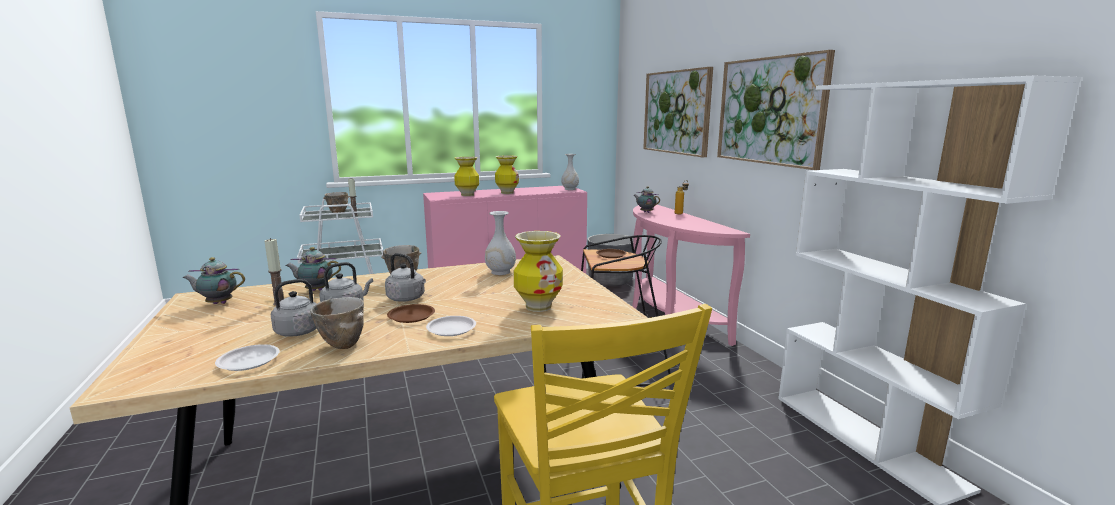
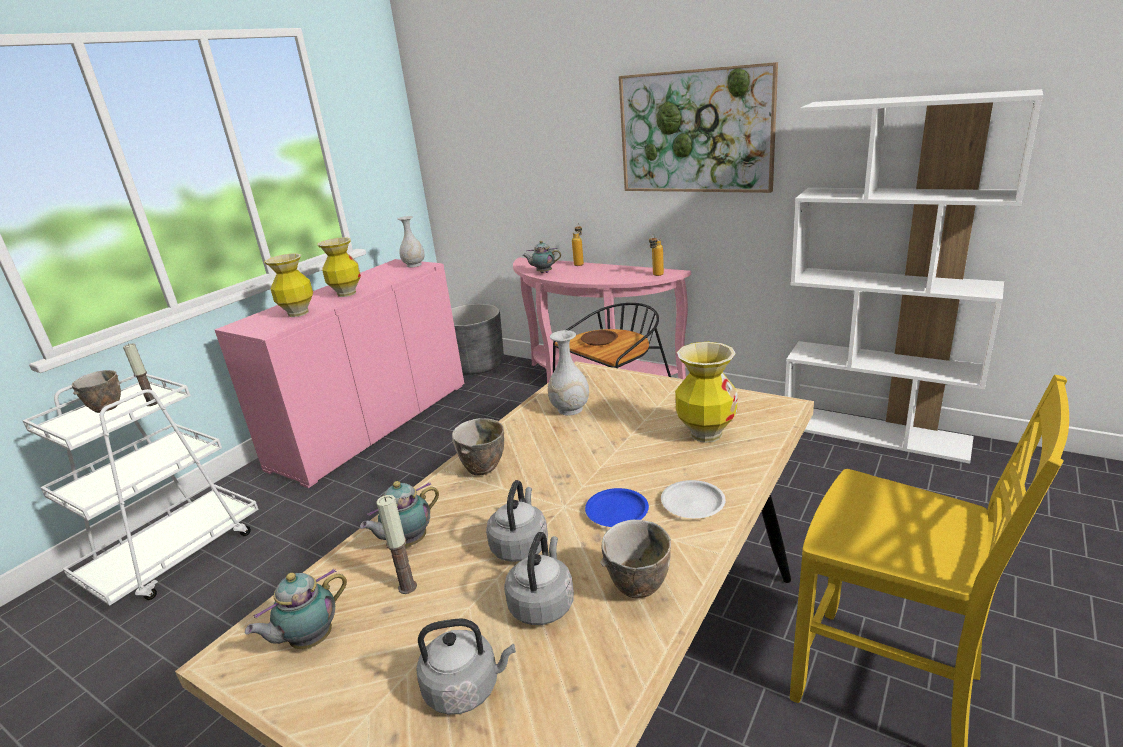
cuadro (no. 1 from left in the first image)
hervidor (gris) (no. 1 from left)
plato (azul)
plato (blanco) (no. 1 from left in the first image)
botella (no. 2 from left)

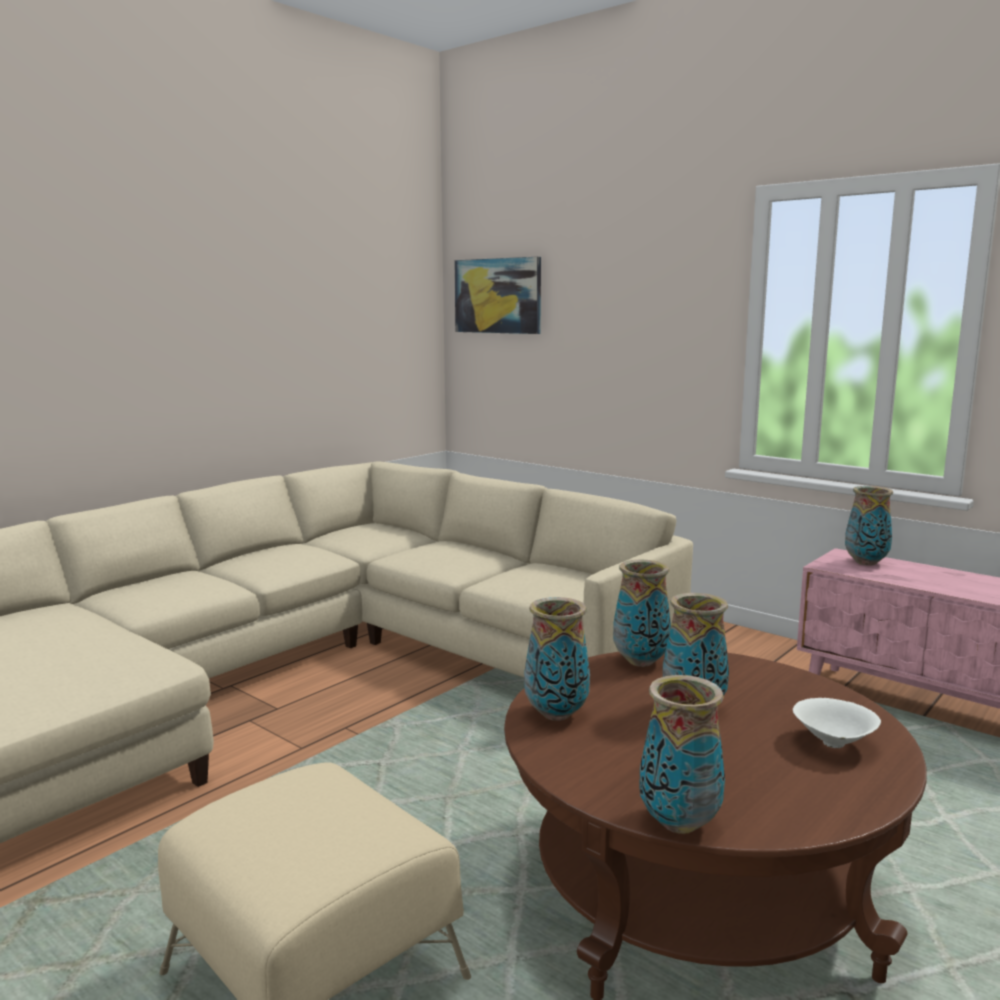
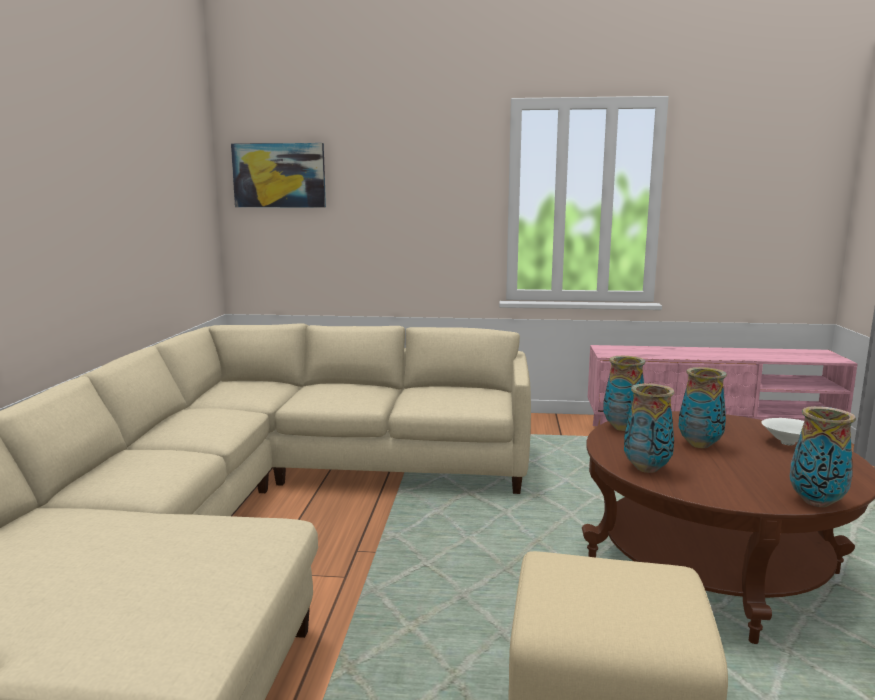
florero (no. 5 from left in the first image)

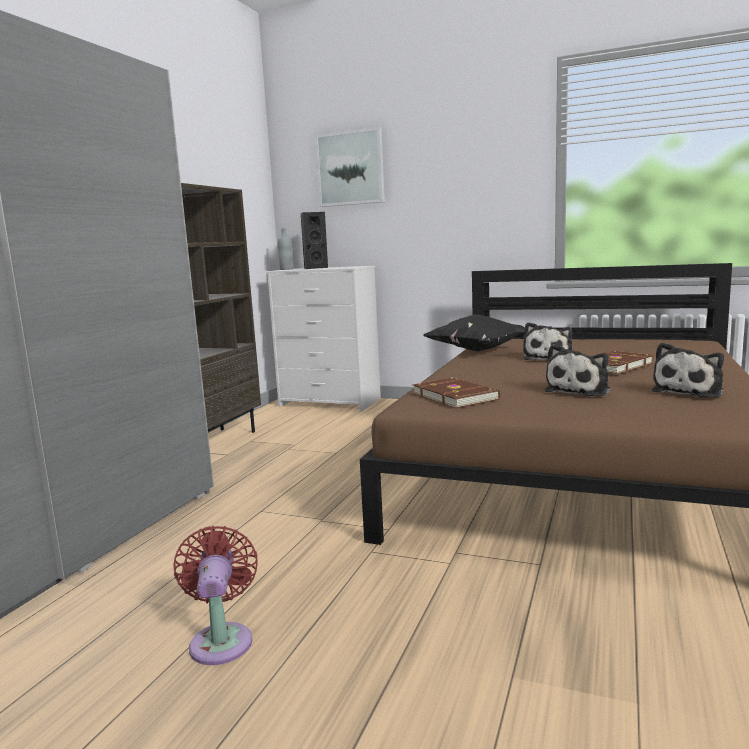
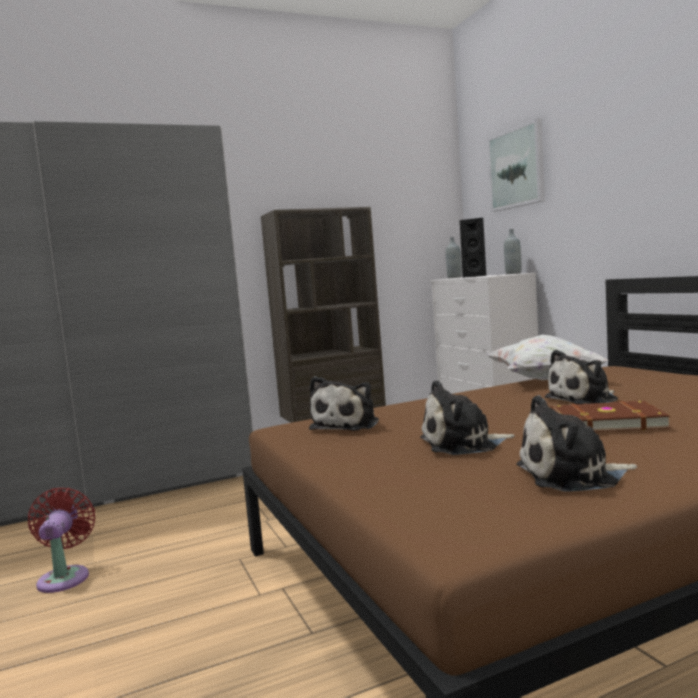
cojín (blanco)
peluche (no. 1 from left)
ventilador (rojo)
botella (gris) (no. 2 from left)

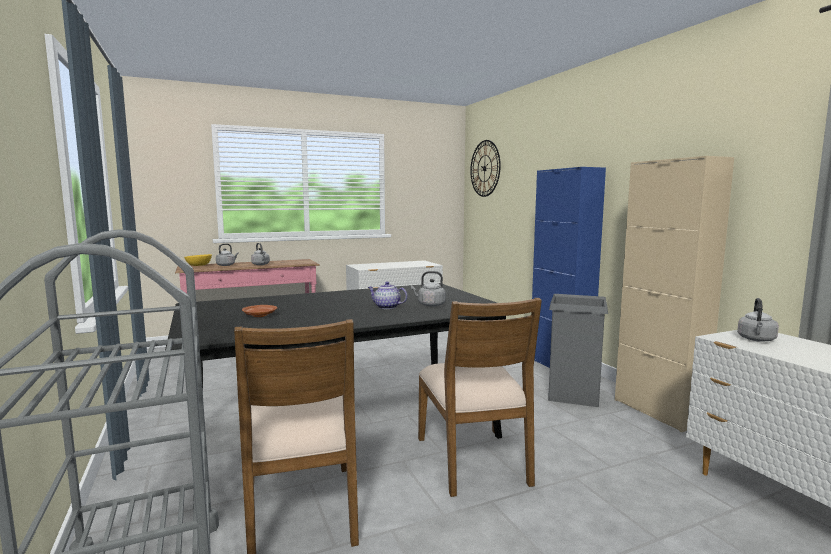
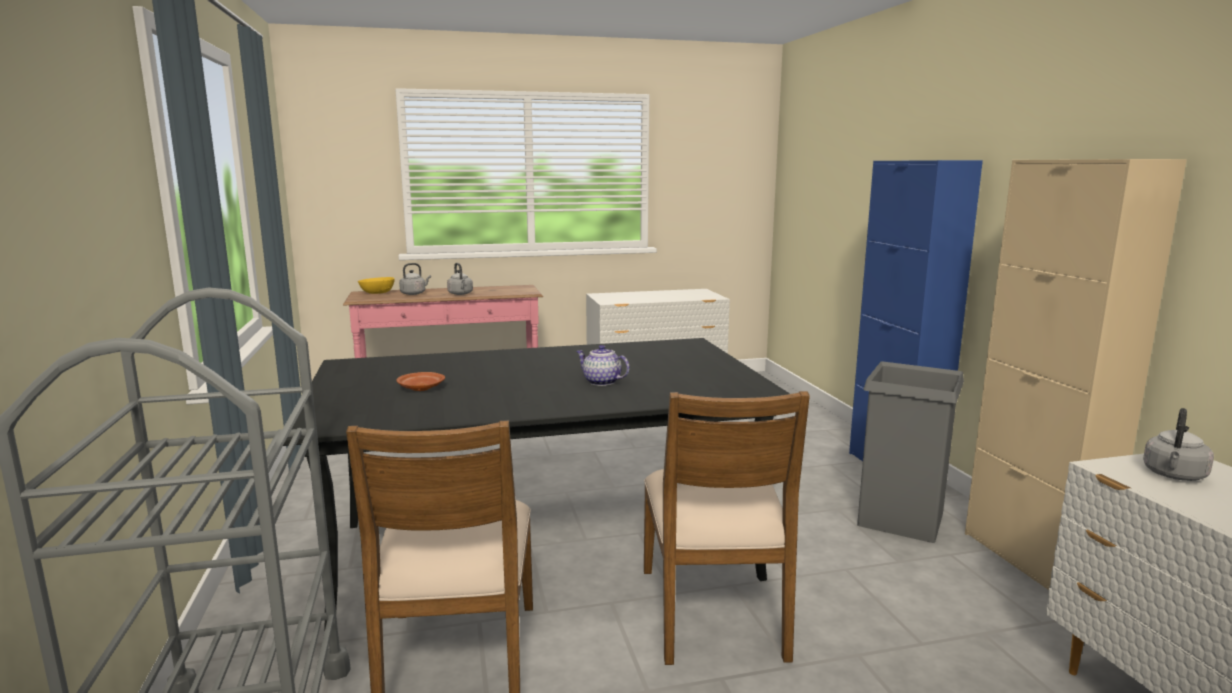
reloj de pared
hervidor (gris) (no. 3 from left in the first image)

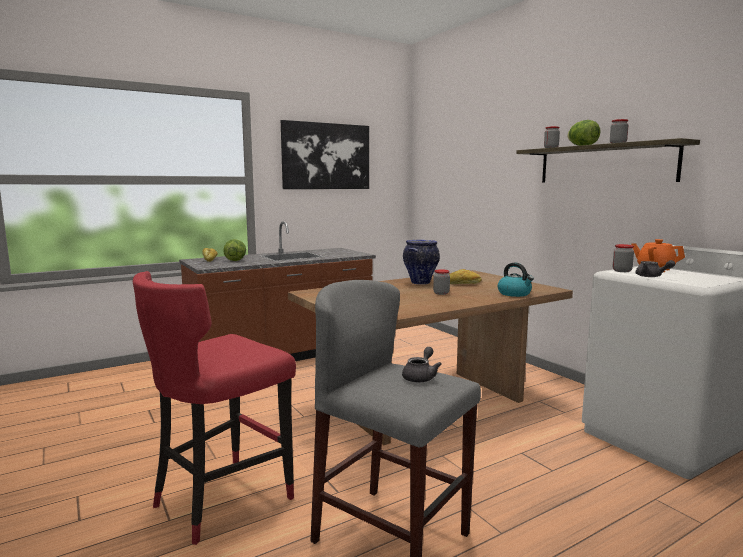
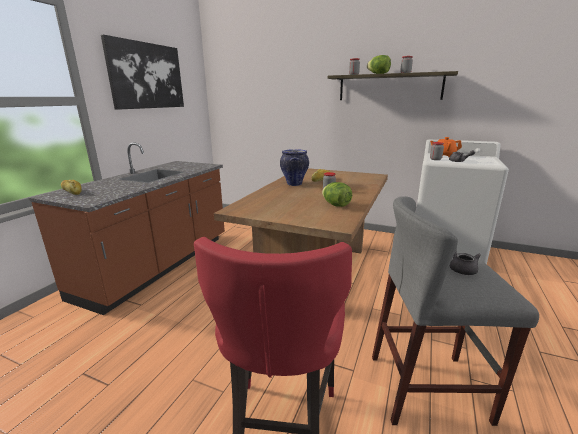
lechuga (no. 1 from left)
hervidor

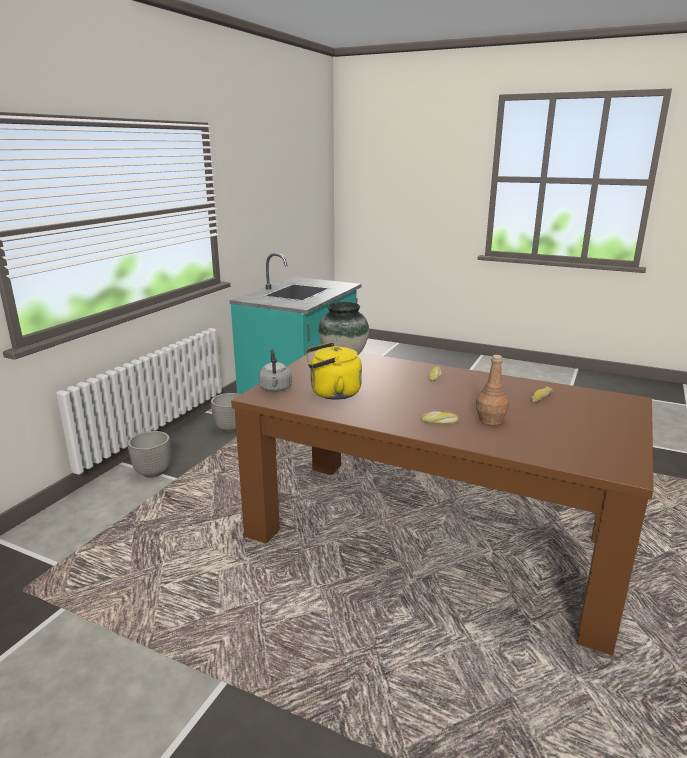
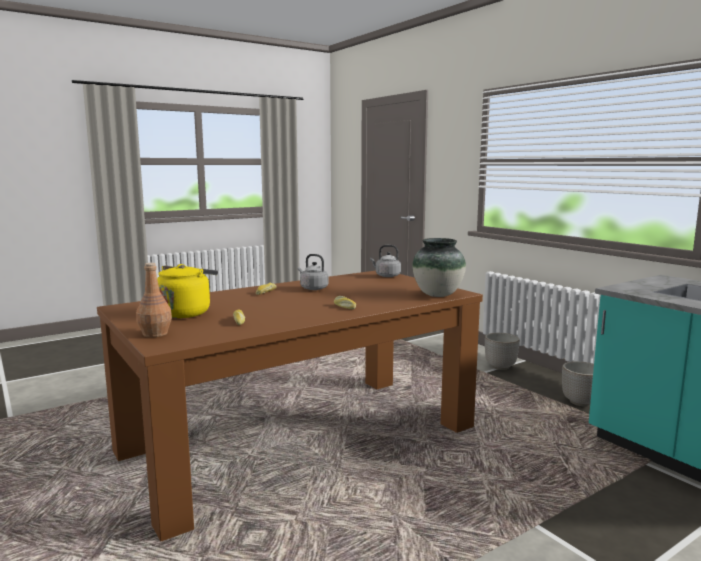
hervidor (amarillo)
botella (marrón)
hervidor (gris) (no. 1 from left)

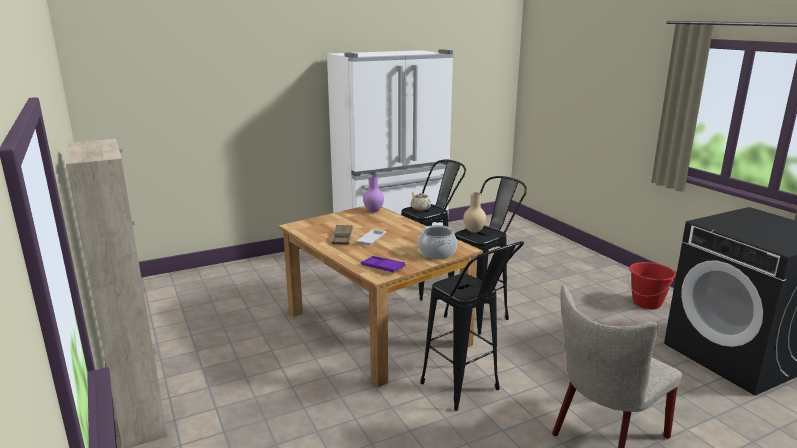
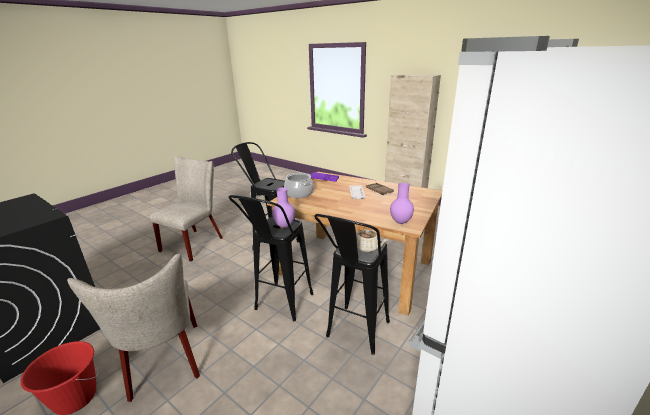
florero (morado) (no. 1 from left)
silla (beis) (no. 1 from left)

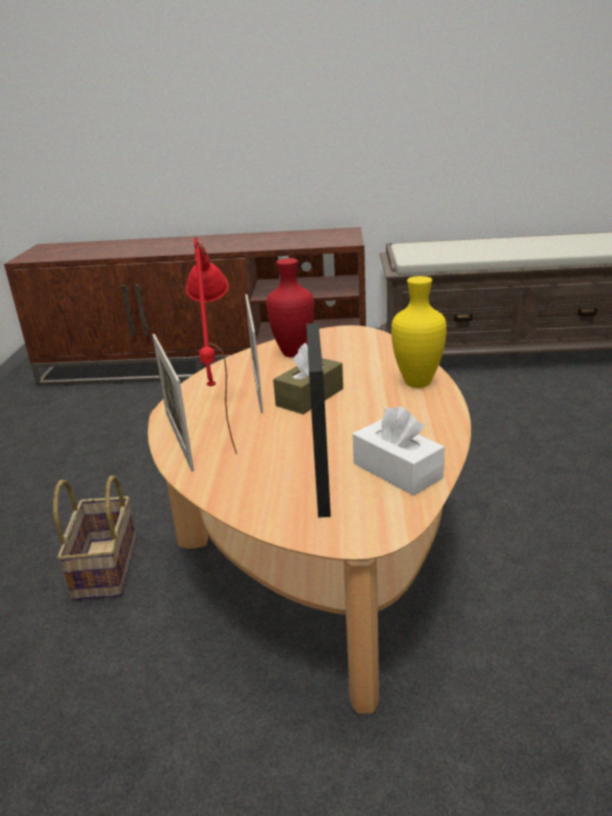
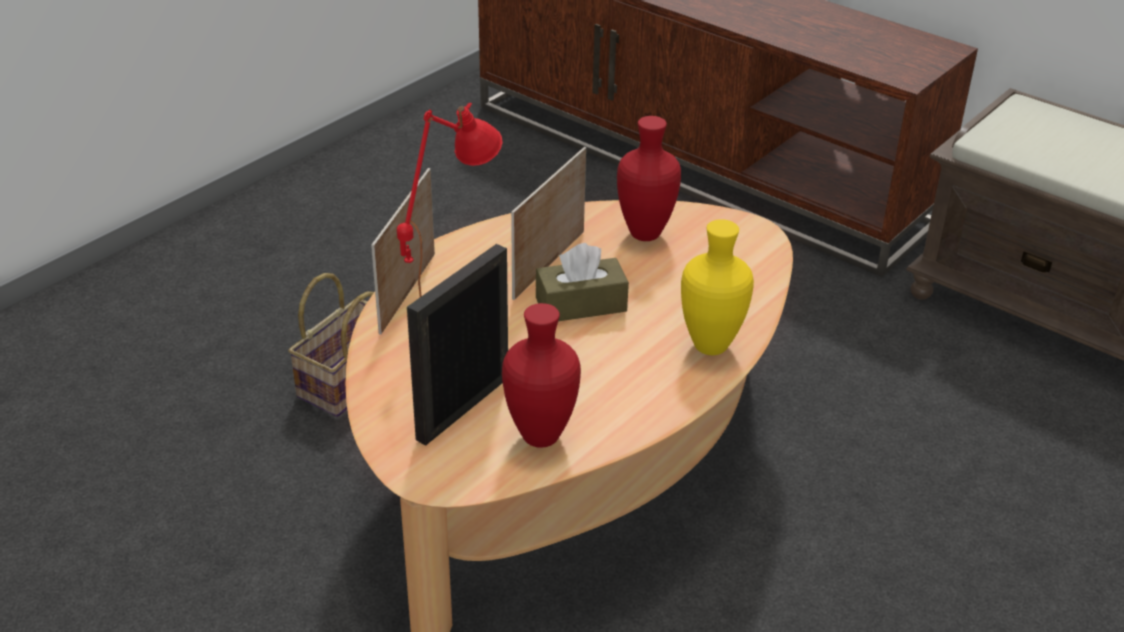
florero (rojo) (no. 1 from left)

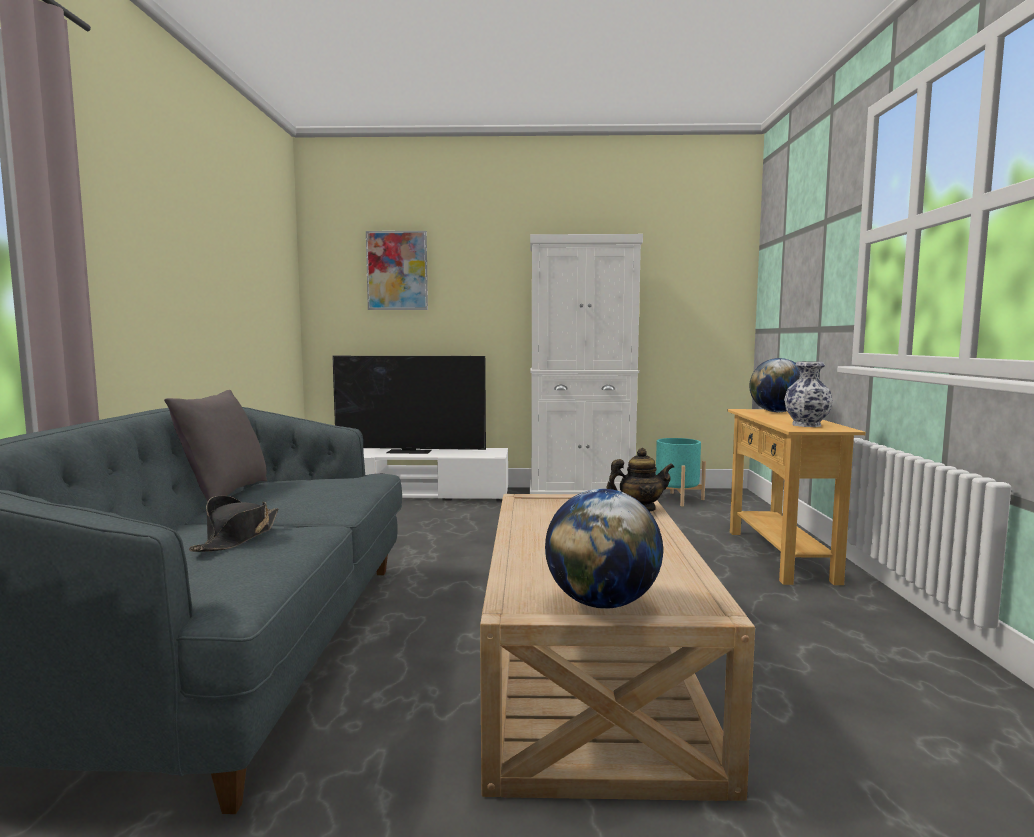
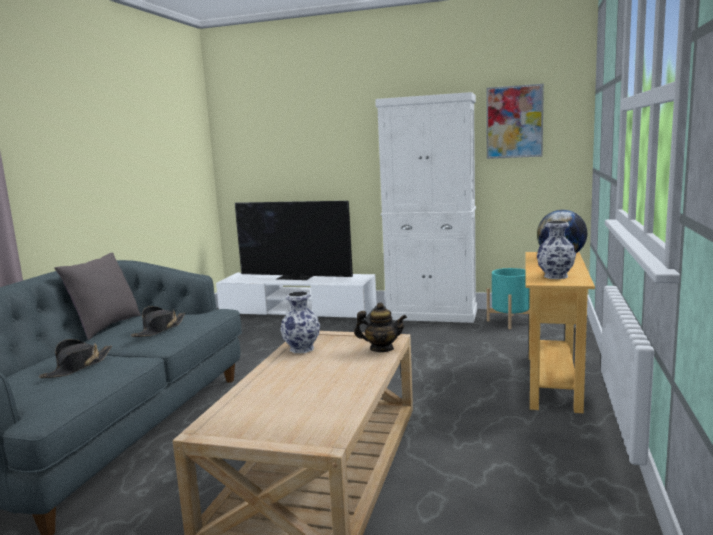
cuadro
globo terráqueo (no. 1 from left in the first image)
florero (no. 1 from left)
sombrero (negro) (no. 2 from left)

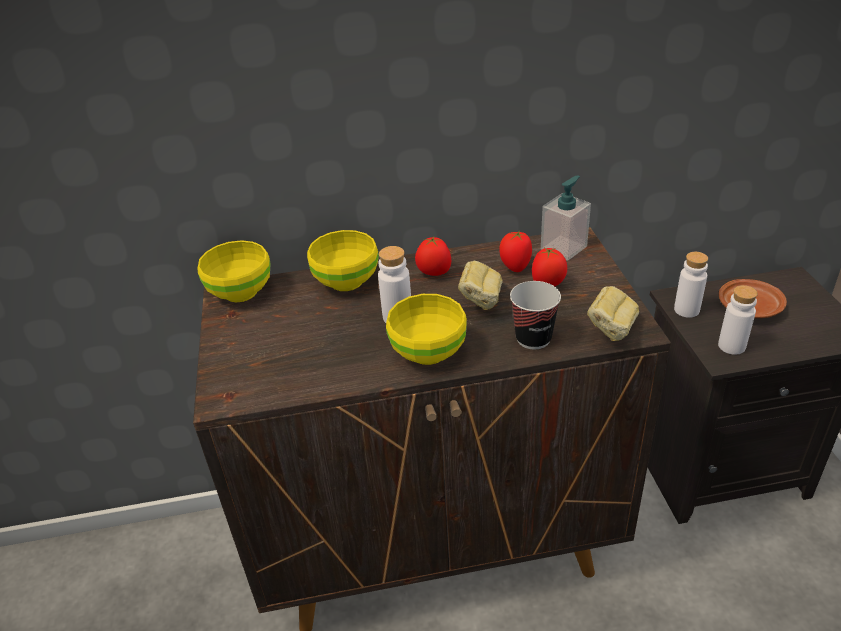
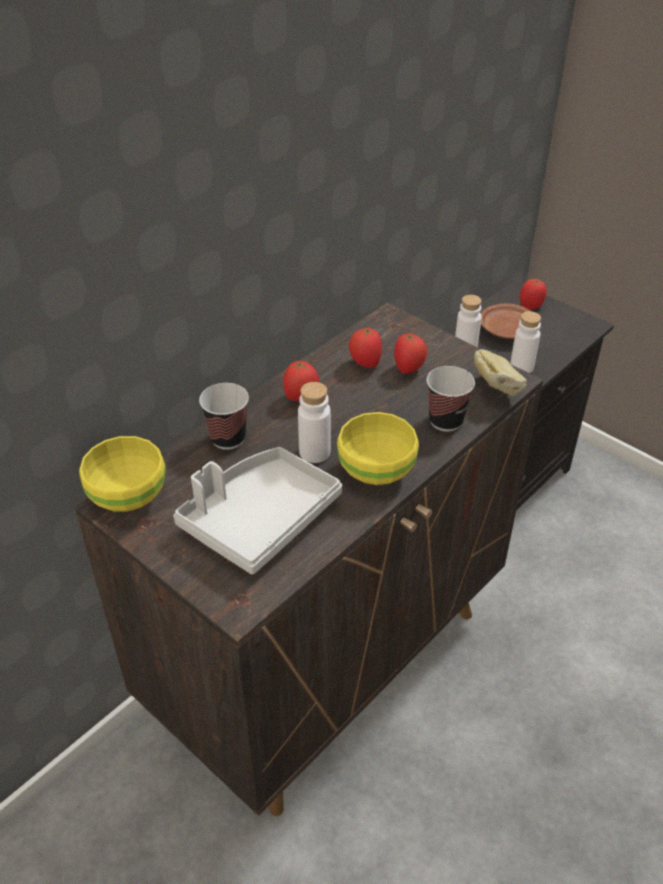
dispensador de jabón
taza (no. 1 from left)
pan (no. 1 from left in the first image)
tomate (no. 4 from left)
bandeja (gris)

